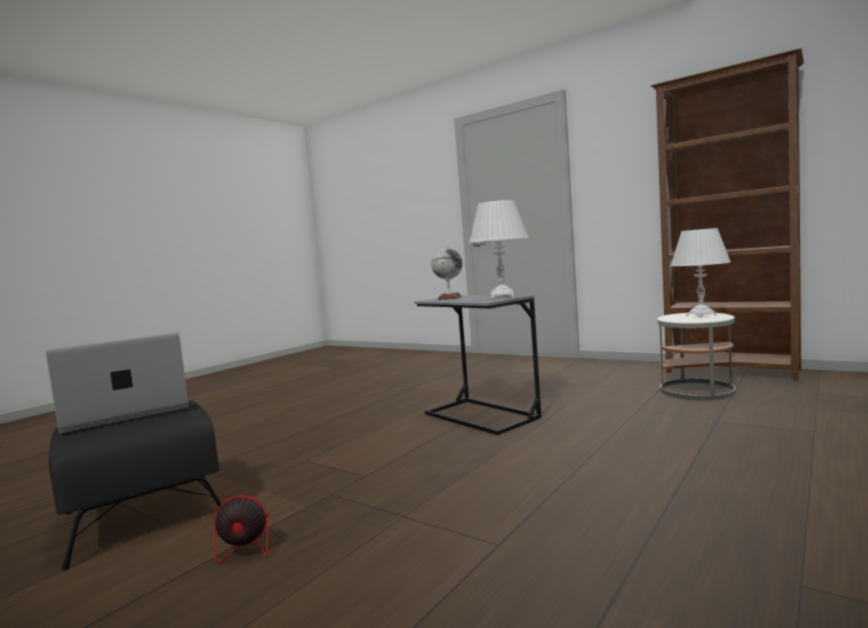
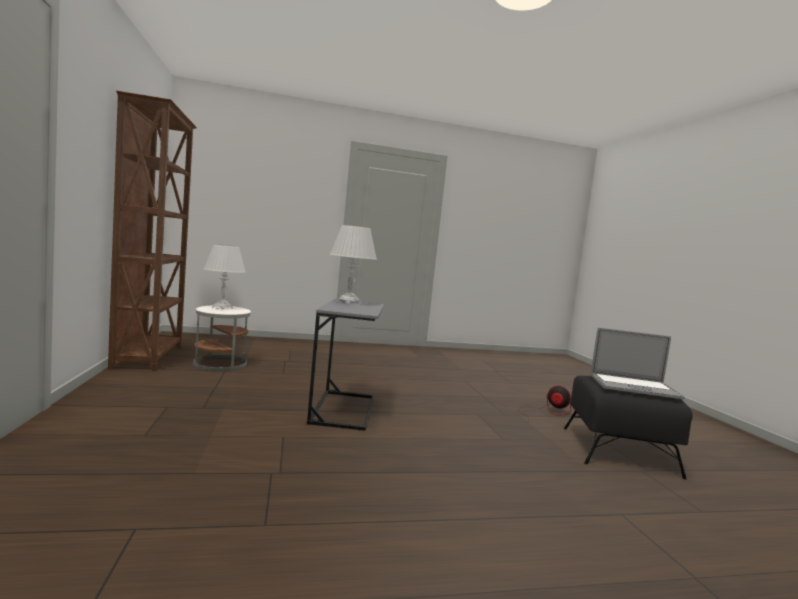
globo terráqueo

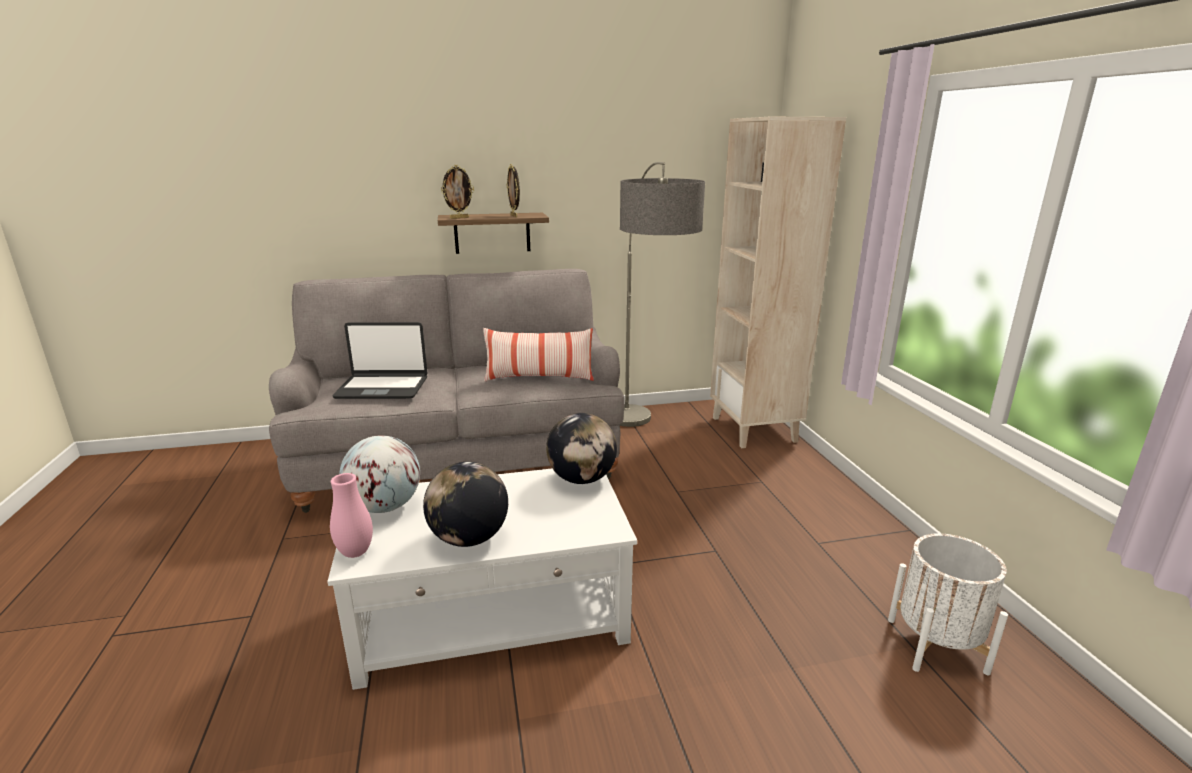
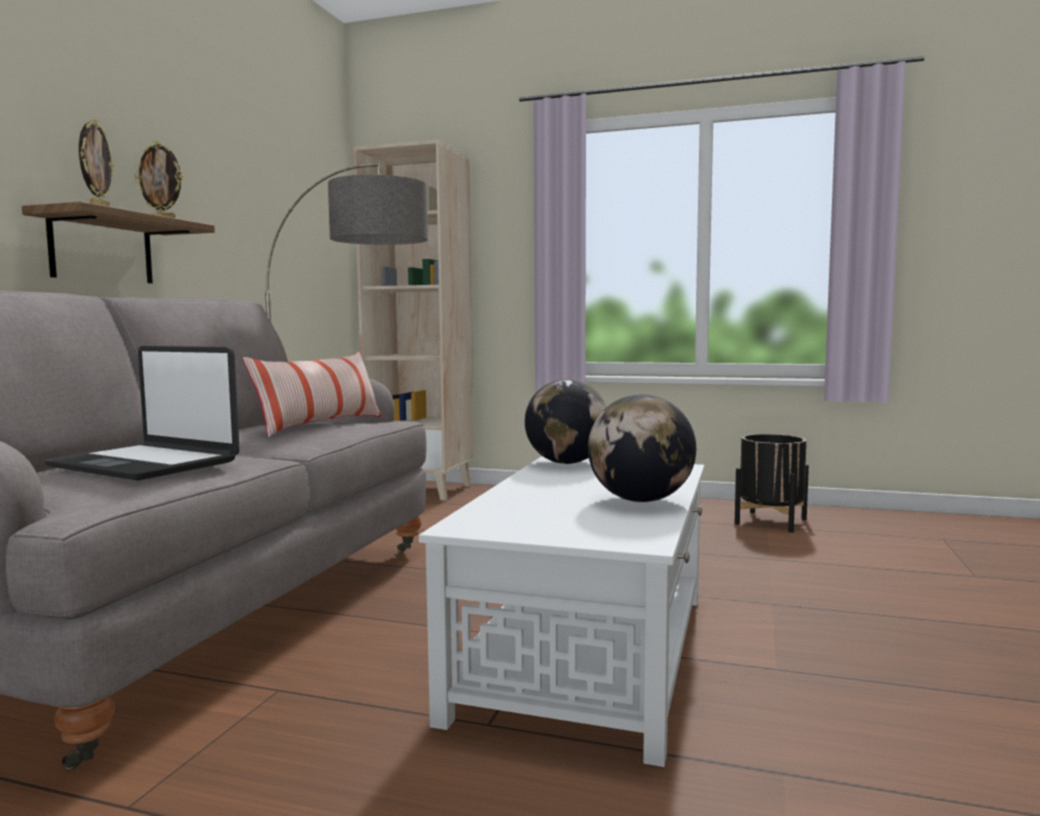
portátil
globo terráqueo (no. 1 from left in the first image)
florero (rosa)
maceta (negro)

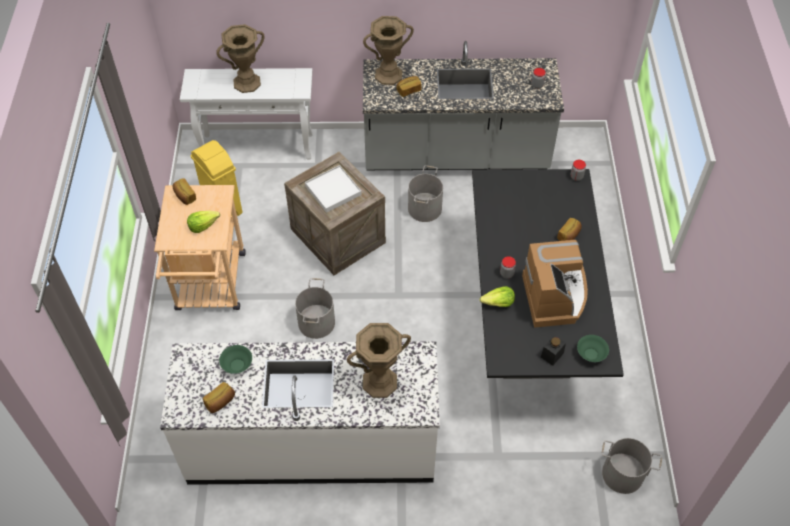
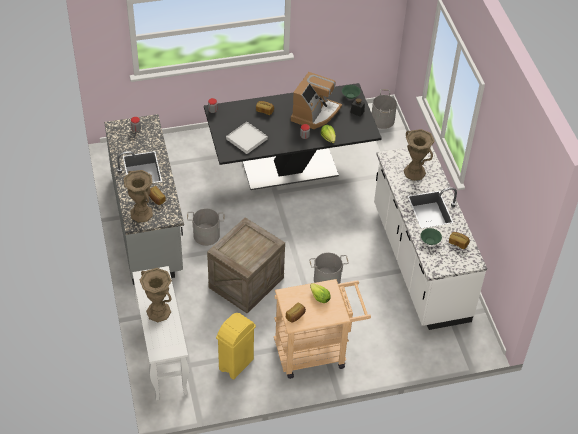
bandeja (blanco)
cafetera

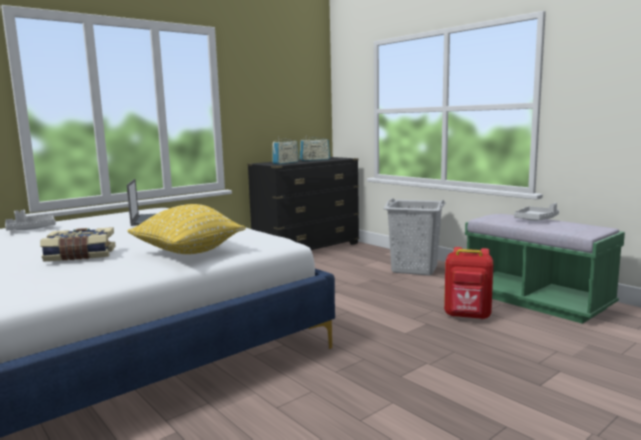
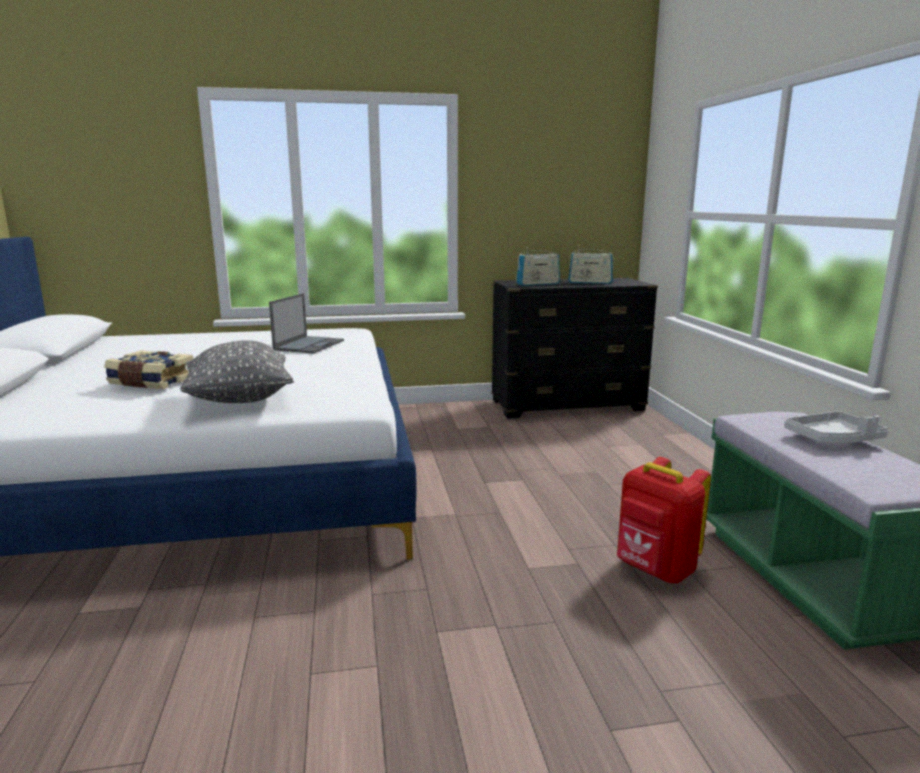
cesto de la ropa (gris)
cojín (gris)
bandeja (gris) (no. 1 from left in the first image)

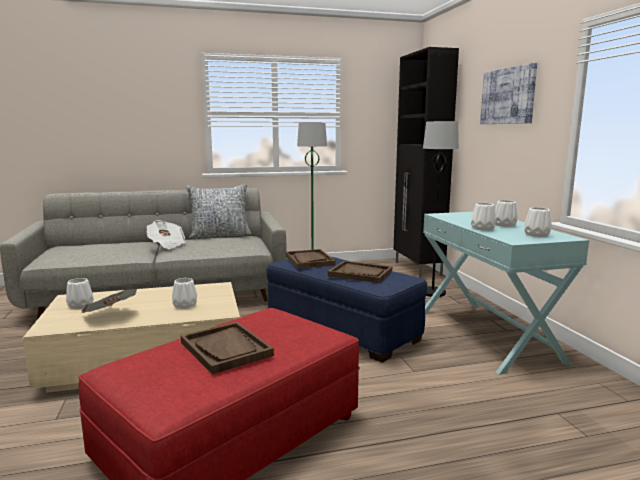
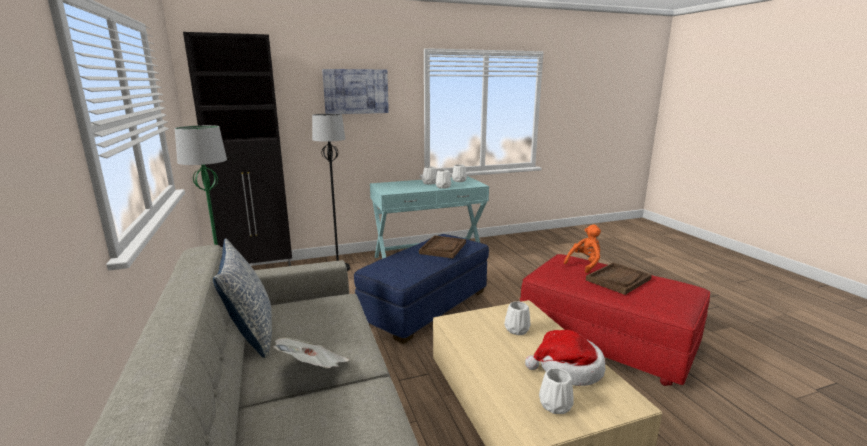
bandeja (marrón) (no. 2 from left in the first image)
sombrero
peluche (naranja)

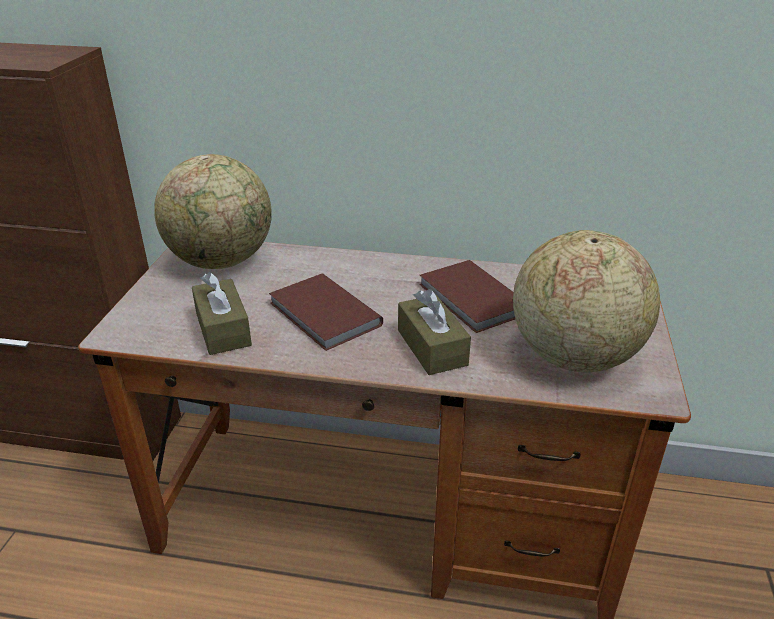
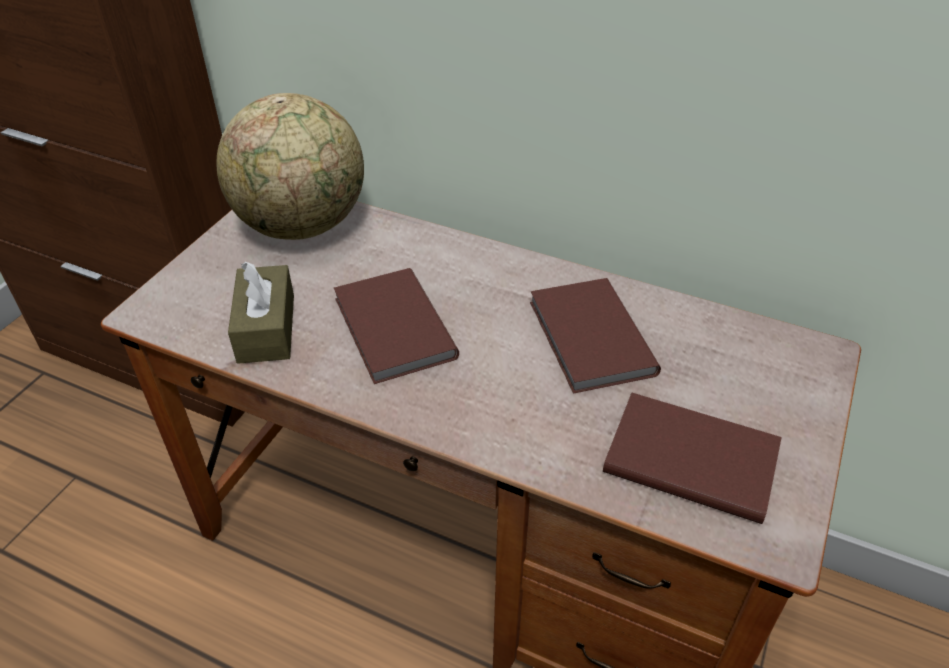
libro (marrón) (no. 3 from left)
caja de pañuelos (marrón) (no. 2 from left in the first image)

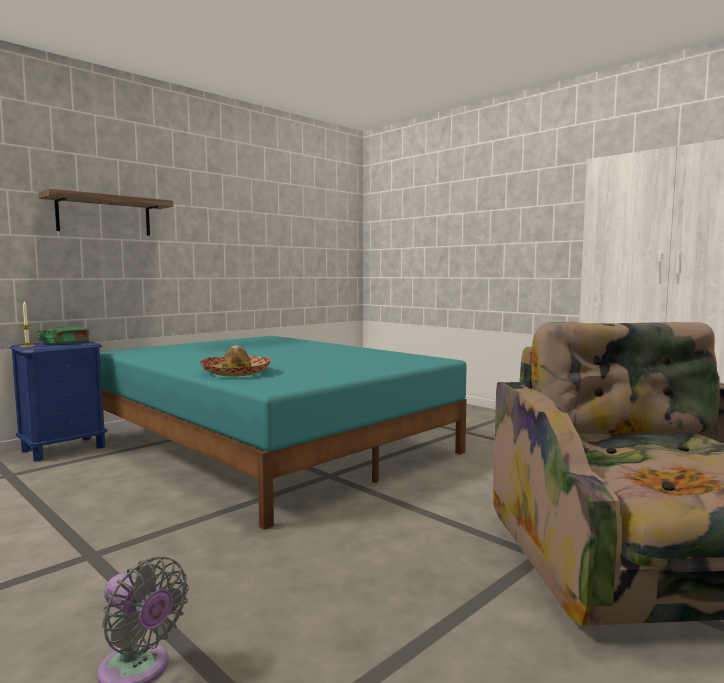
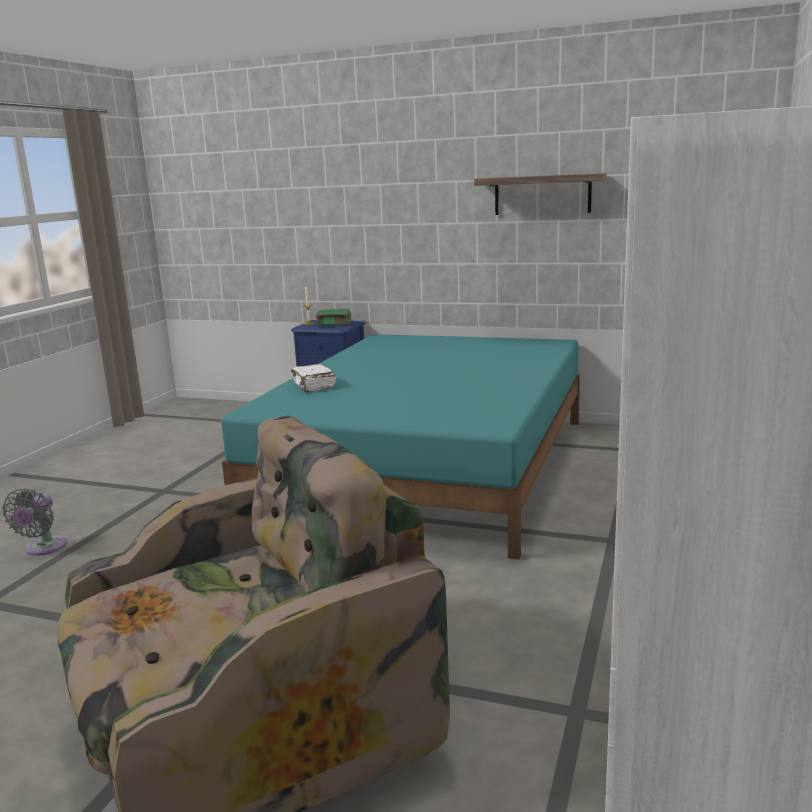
estante
libro (blanco)

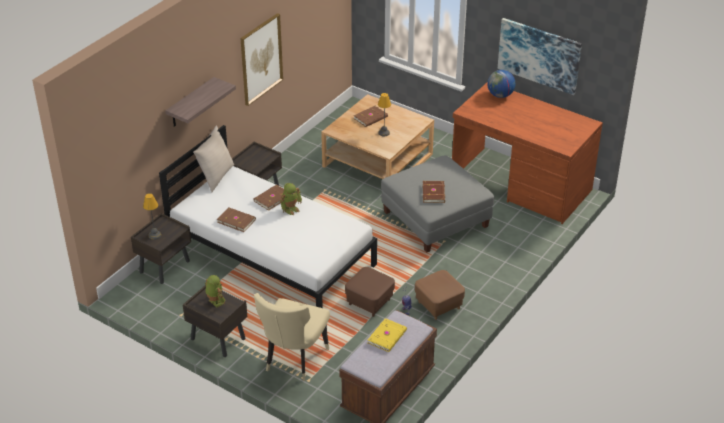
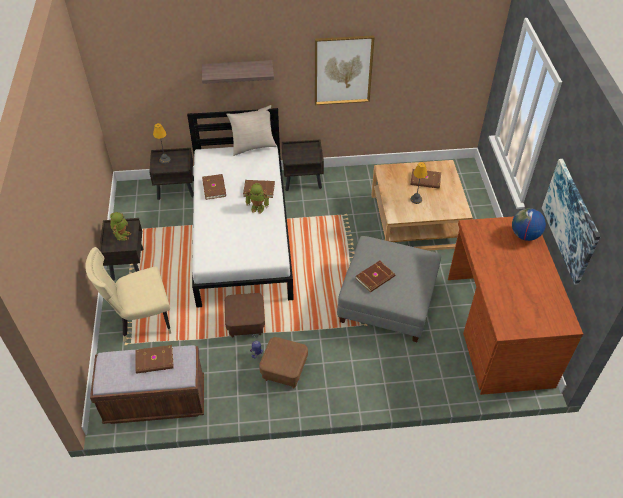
libro (marrón) (no. 1 from left)

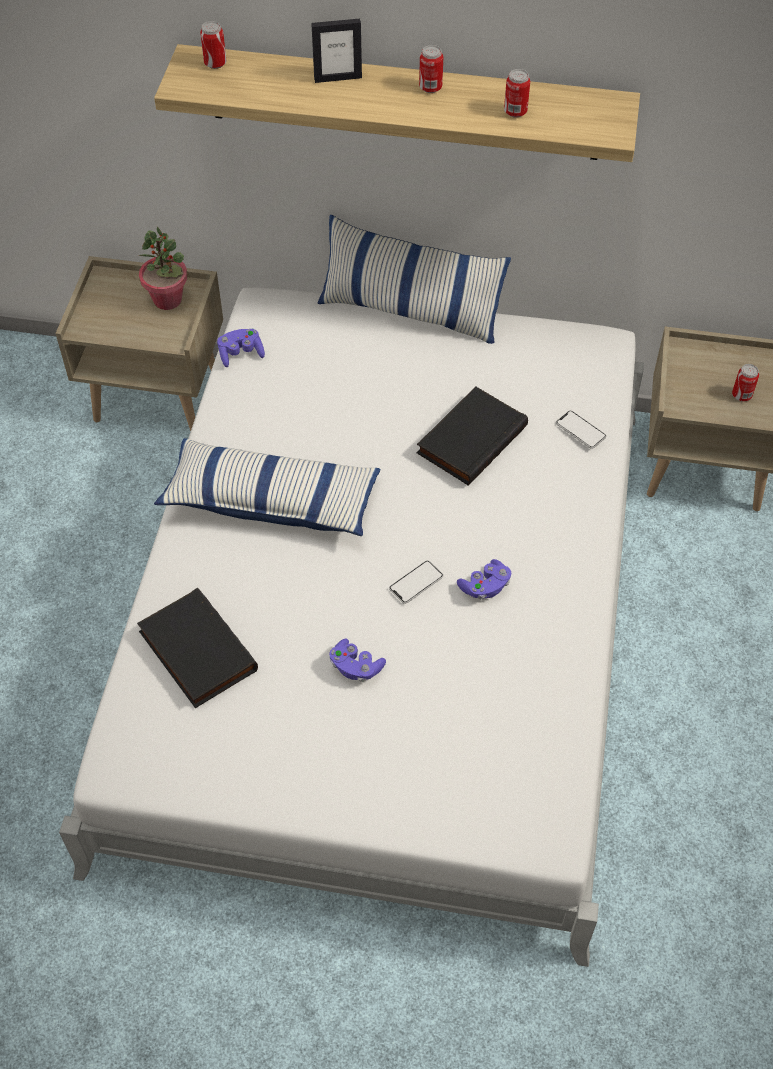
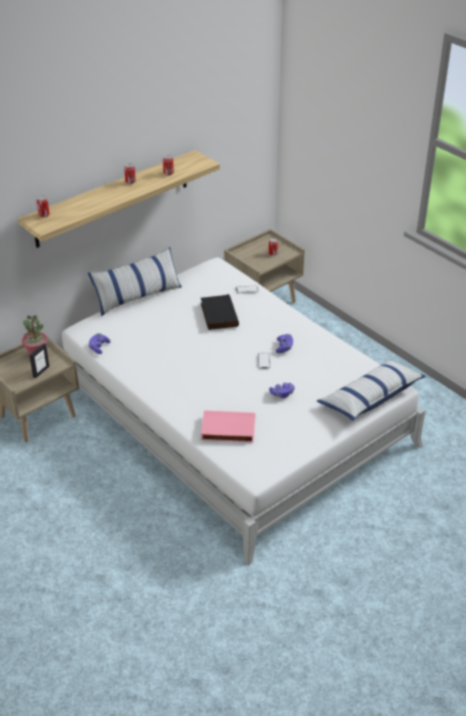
portarretratos
cojín (no. 2 from left)
libro (rosa)

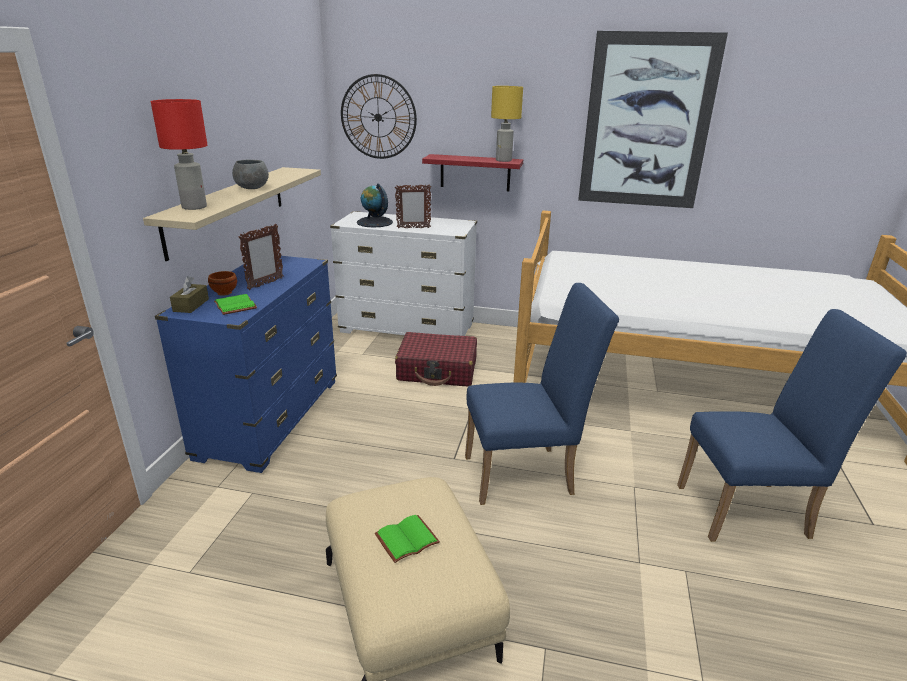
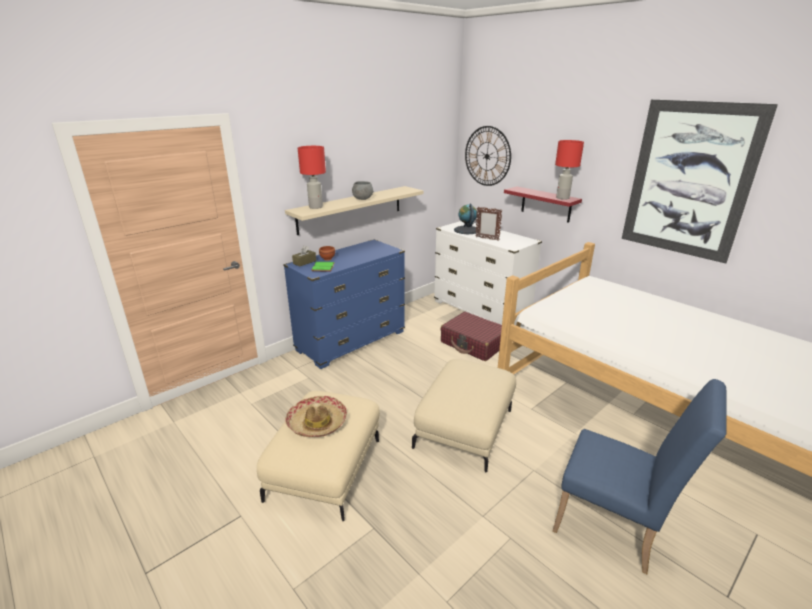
lámpara de mesa (rojo) (no. 2 from left)
portarretratos (no. 1 from left in the first image)
puf (beis) (no. 2 from left)
sombrero

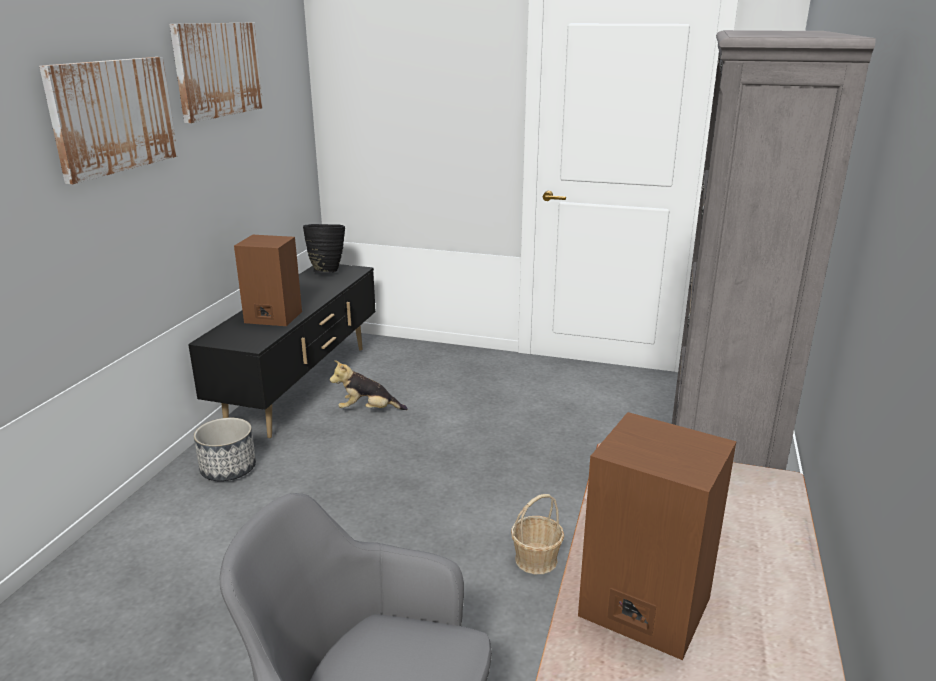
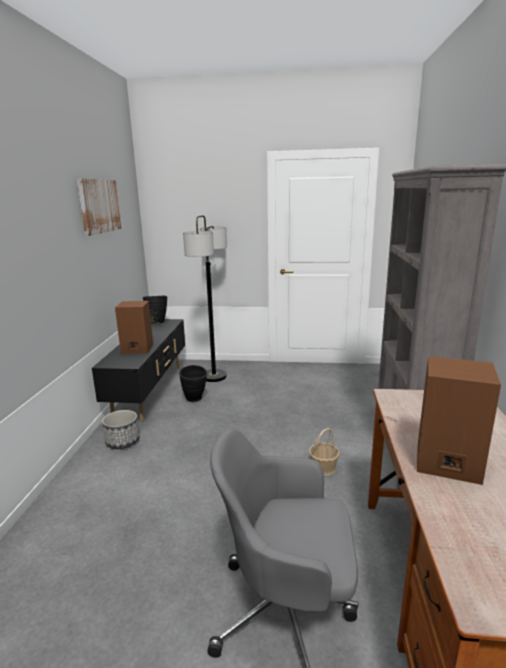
cuadro (no. 1 from left in the first image)
florero (negro) (no. 2 from left)
lámpara de pie

